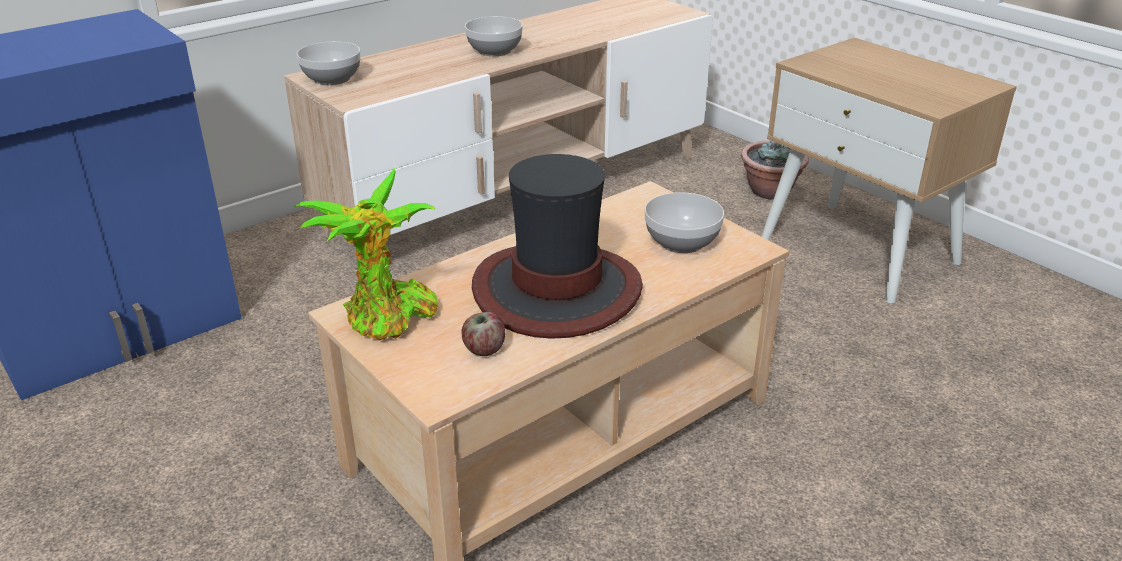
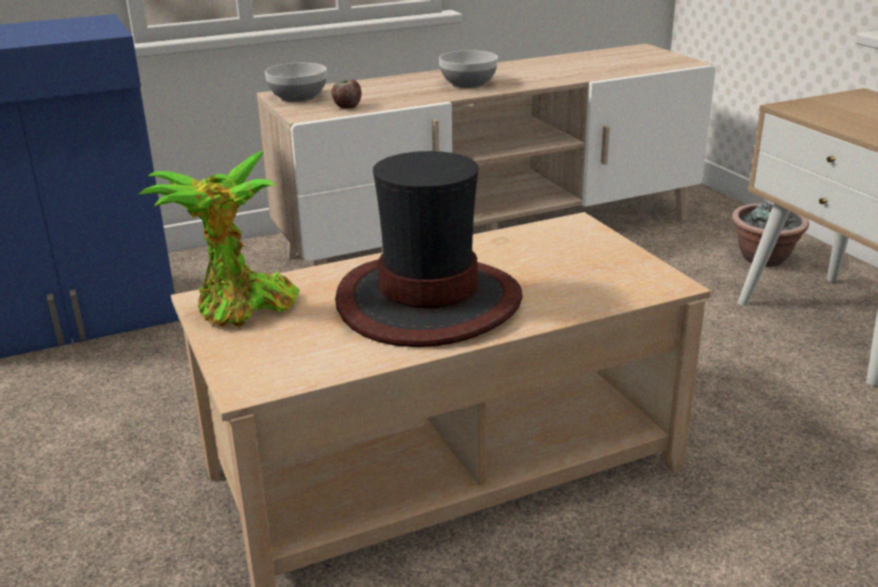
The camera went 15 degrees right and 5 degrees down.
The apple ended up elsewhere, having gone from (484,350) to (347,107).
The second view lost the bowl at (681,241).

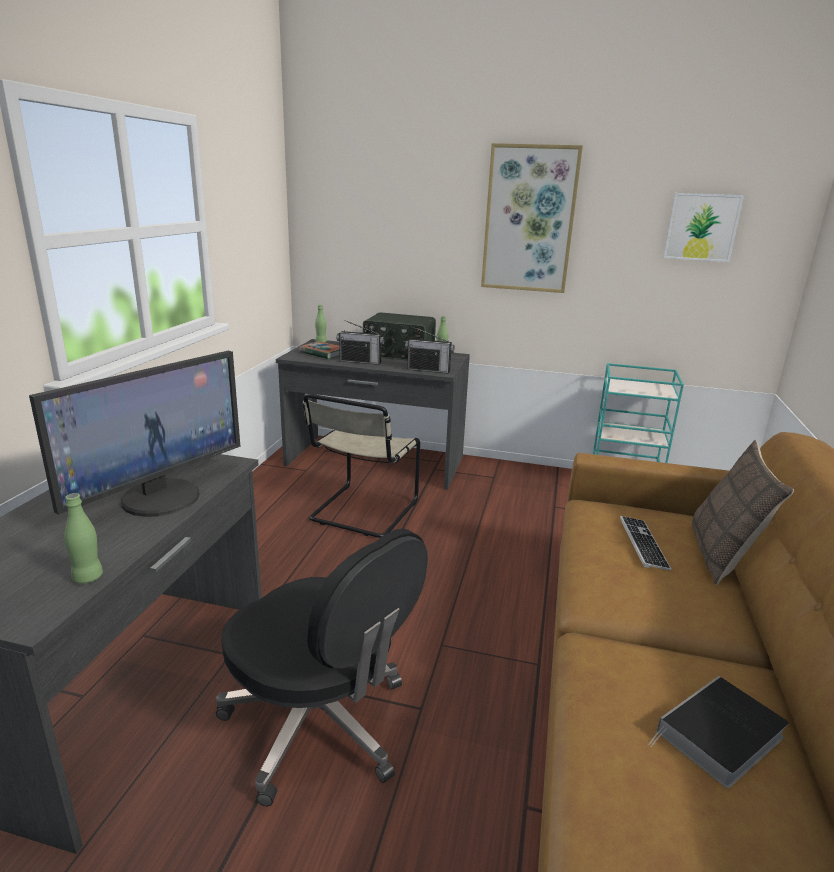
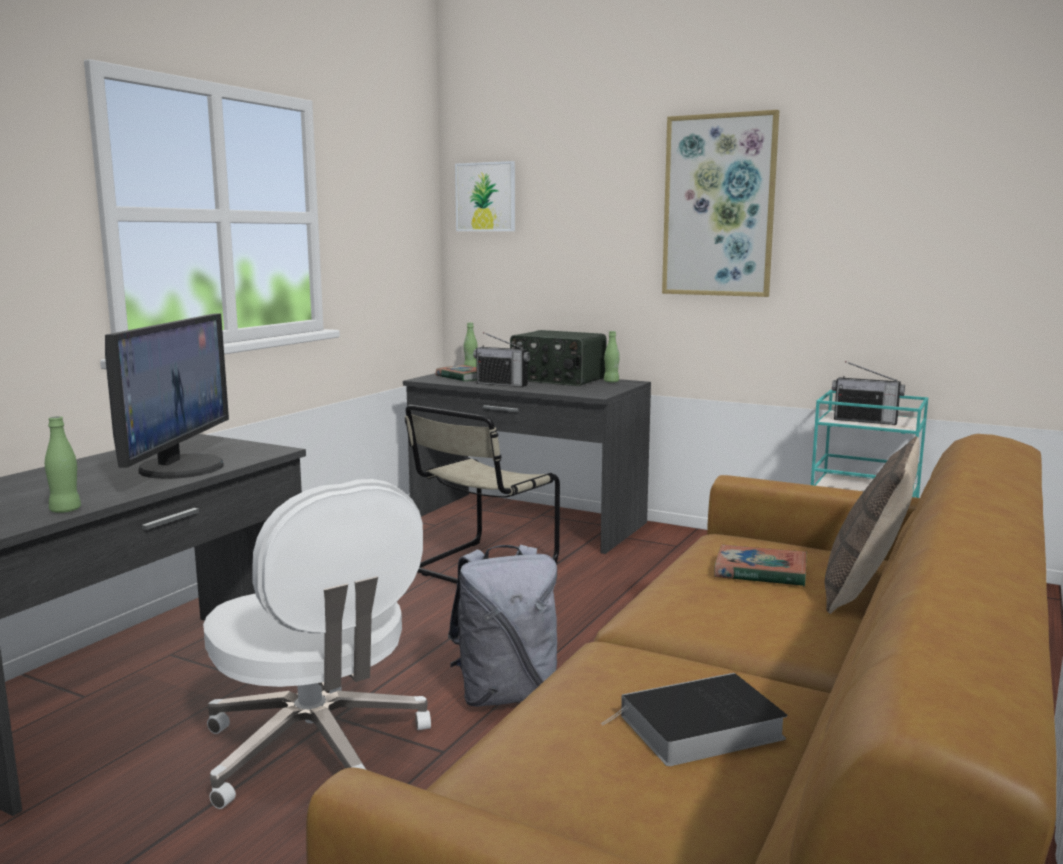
The camera went 15 degrees right and 10 degrees down.
The monitor at (160,497) ended up facing another way, 45 degrees counterclockwise from before.
What was the office chair (black) at (320,725) turned into the office chair (white) at (317,750).
The second view gained the backpack (grey) at (505,694).
The picture ended up elsewhere, having gone from (701,227) to (485,197).
Where the keyboard stood at (643,544), the book came to stand at (760,572).
The radio ended up elsewhere, having gone from (428,370) to (865,421).

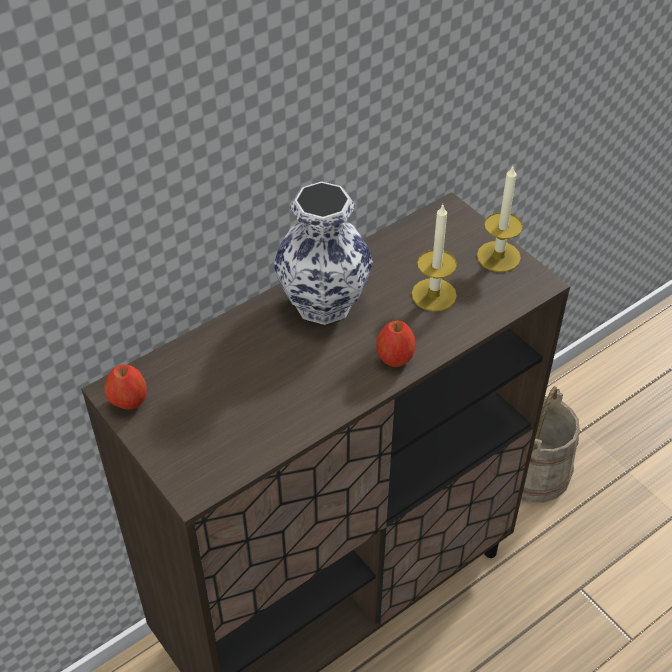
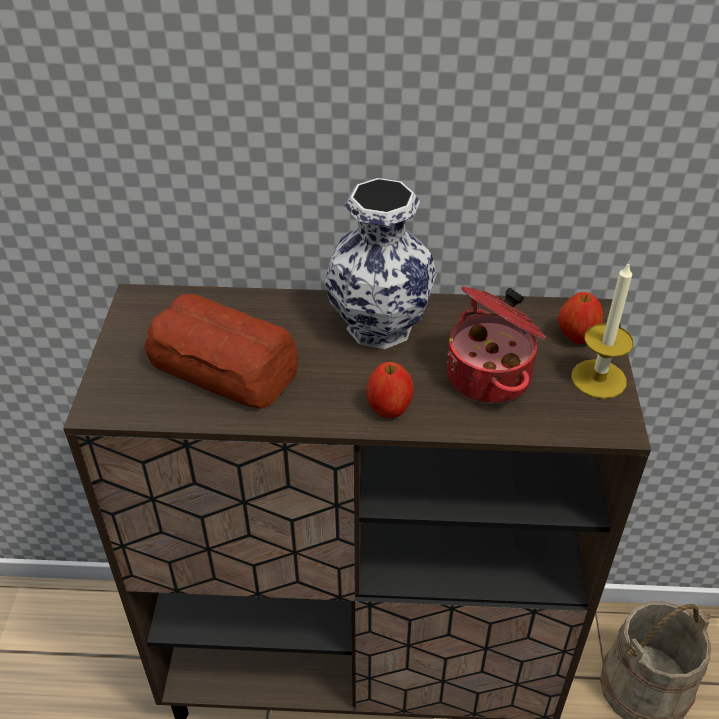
The camera went 40 degrees right and 5 degrees down.
The second view gained the bread at (224,367).
Where the candle stood at (434,295), the cooking pot came to stand at (491,376).
The apple ended up elsewhere, having gone from (128,402) to (576,337).

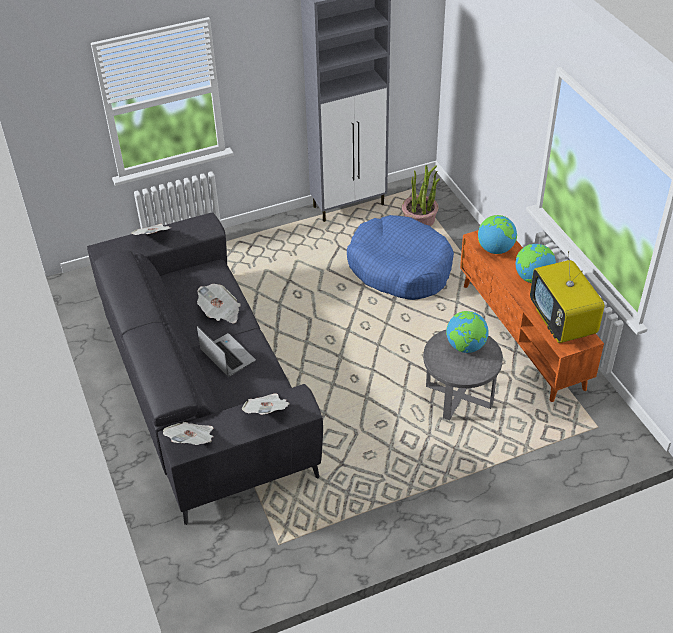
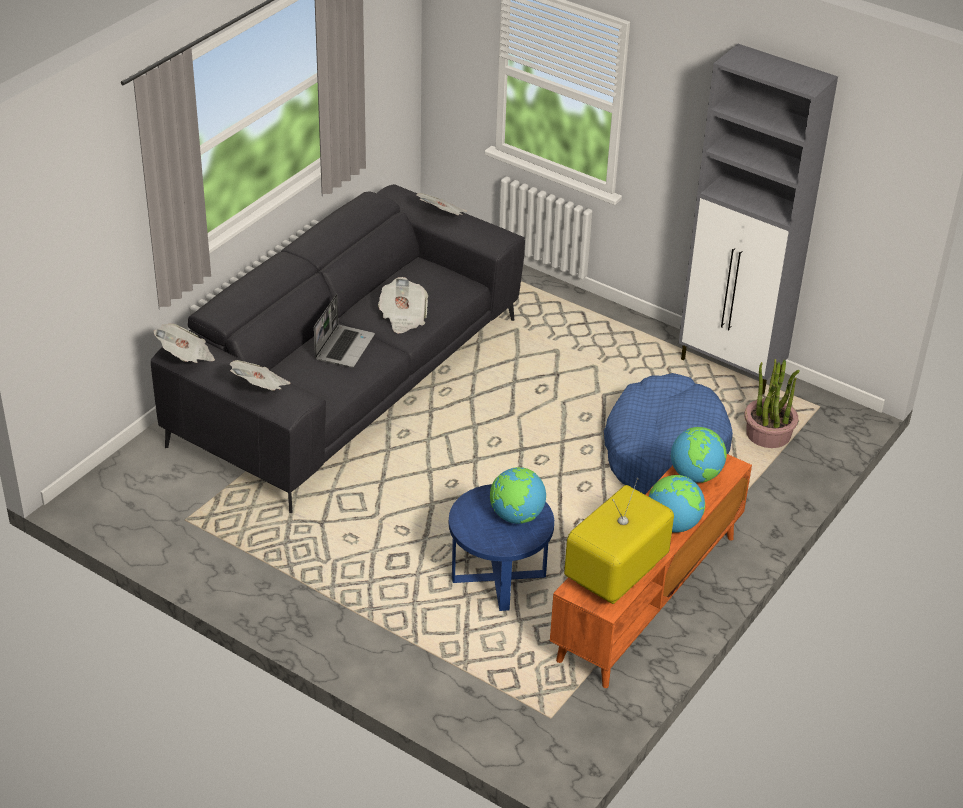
The camera went 55 degrees right and 5 degrees down.
What was the side table (grey) at (459,395) turned into the side table (blue) at (498,577).

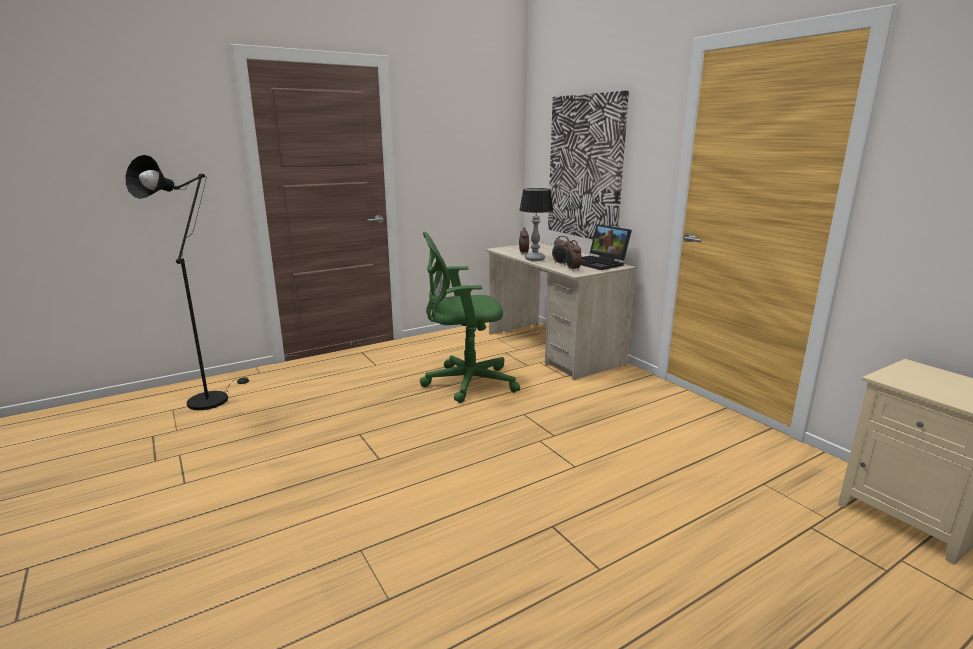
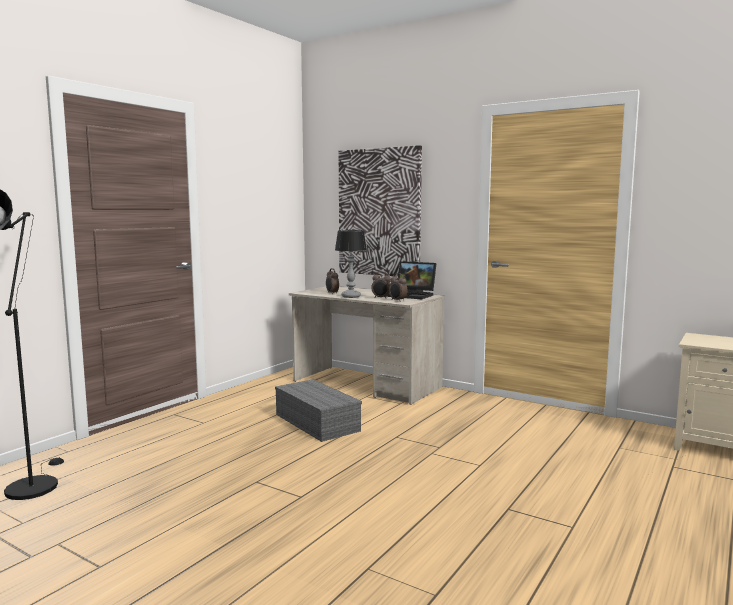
The camera went 25 degrees left and 10 degrees down.
Where the office chair (green) stood at (465,382), the storage box (grey) came to stand at (315,422).

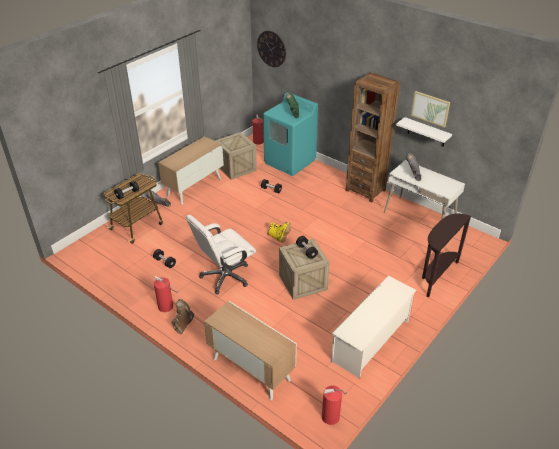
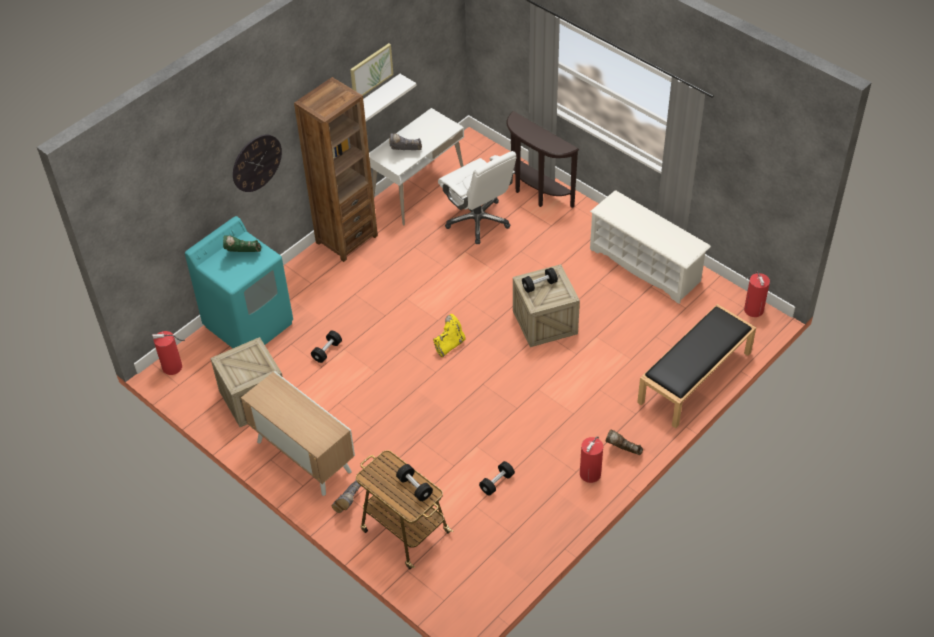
The camera went 85 degrees left and 10 degrees up.
The wall clock ended up elsewhere, having gone from (271,49) to (256,163).
The office chair (white) ended up elsewhere, having gone from (225,277) to (478,221).
Where the cabinet stood at (250,369), the bench (black) came to stand at (694,378).

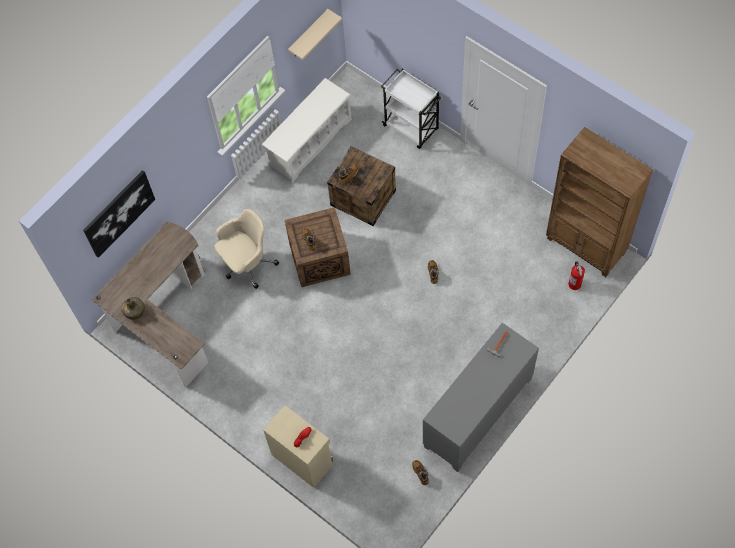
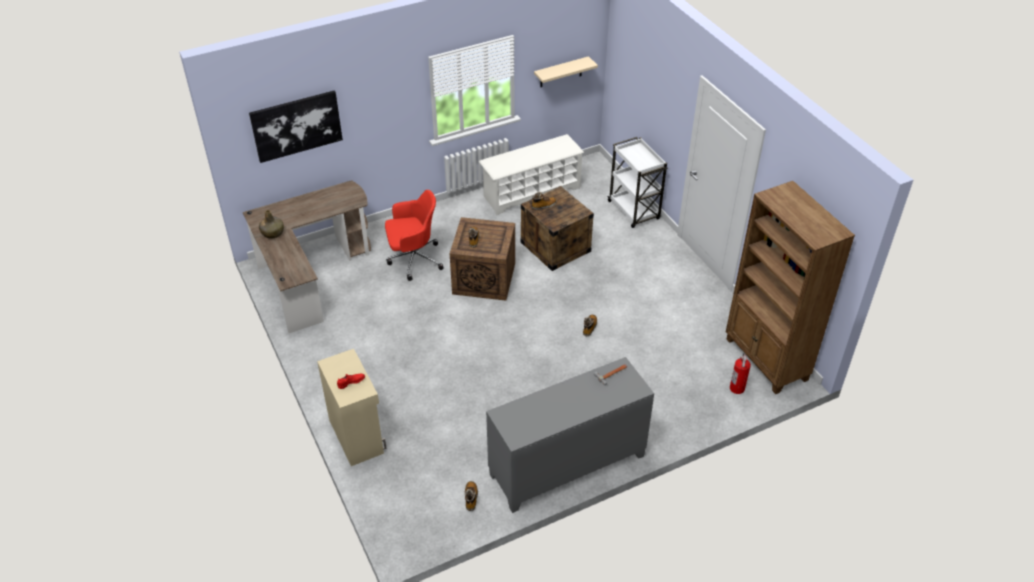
The camera went 20 degrees right and 20 degrees down.
What was the office chair (beige) at (247,263) turned into the office chair (red) at (413,259).

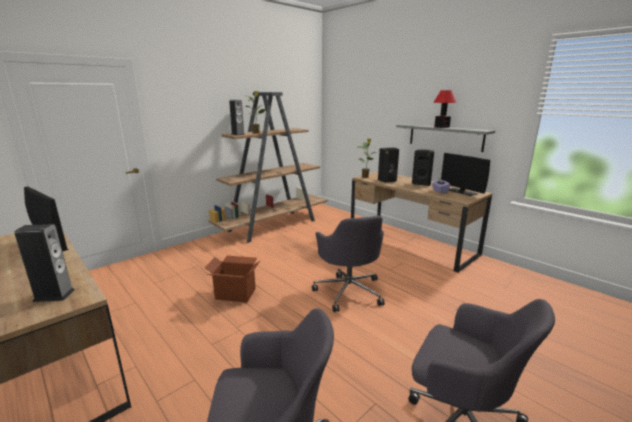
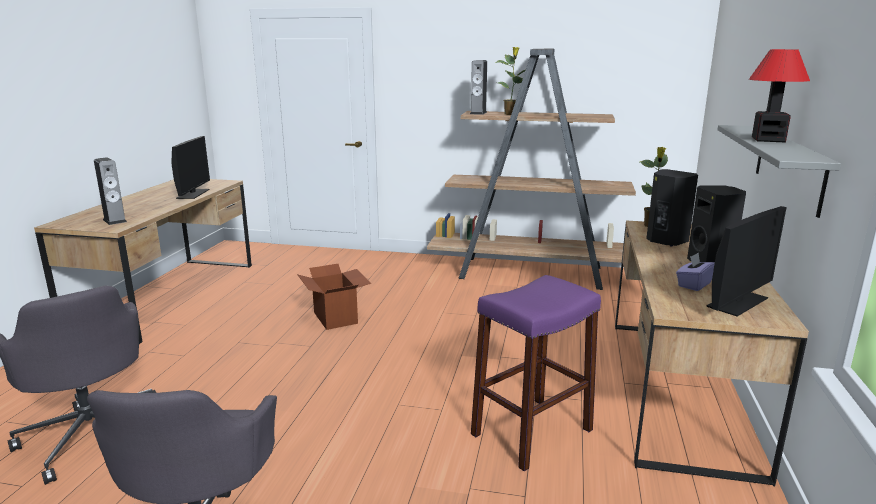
The camera went 55 degrees right and 0 degrees up.
The second view gained the stool (purple) at (532,432).
The monitor at (462,192) ended up facing another way, 150 degrees counterclockwise from before.
The second view lost the office chair (grey) at (349,291).

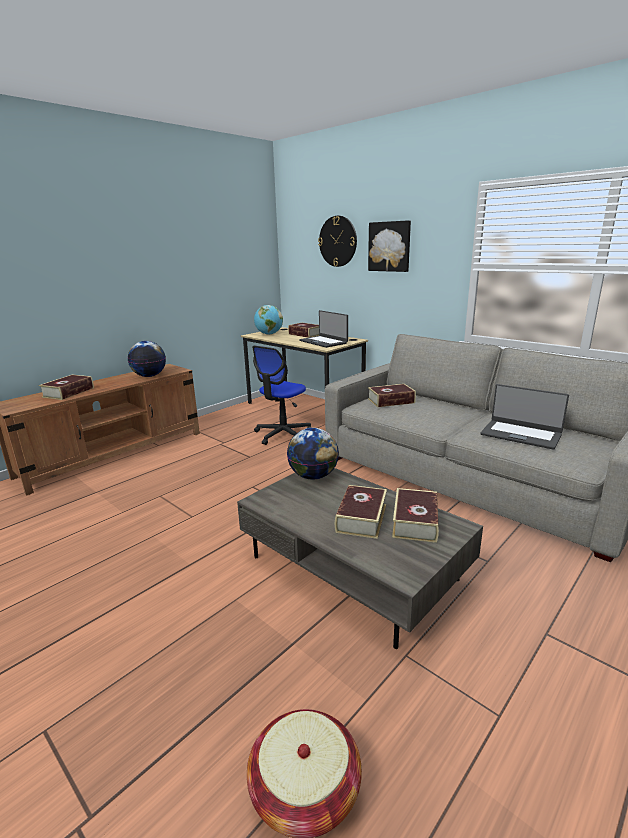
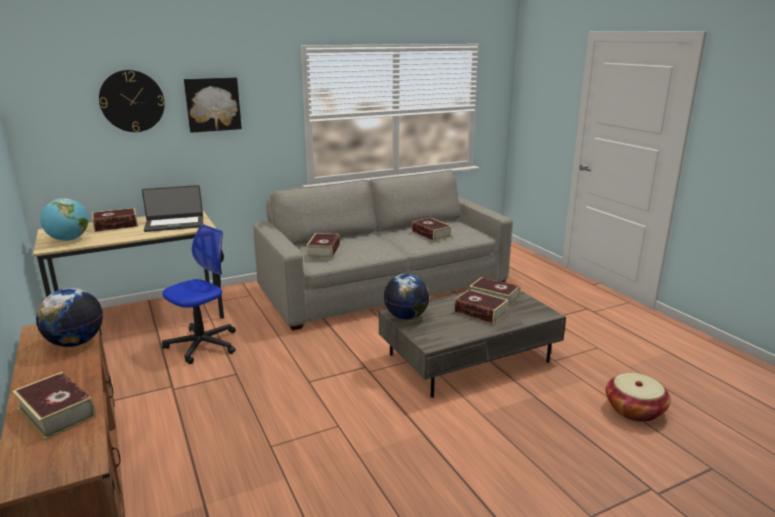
The camera went 70 degrees left and 0 degrees up.
The office chair at (282,434) ended up facing another way, 105 degrees counterclockwise from before.
Where the laptop stood at (521,434), the book came to stand at (431,234).

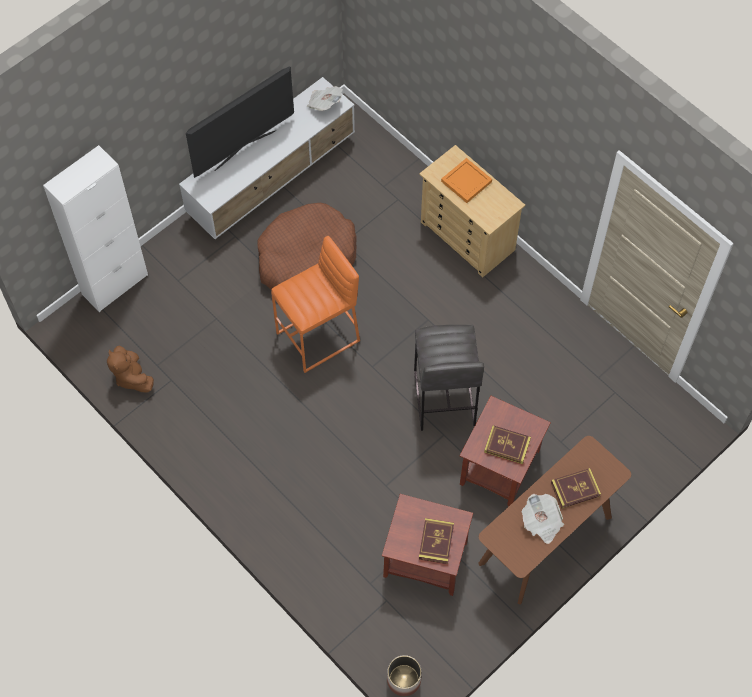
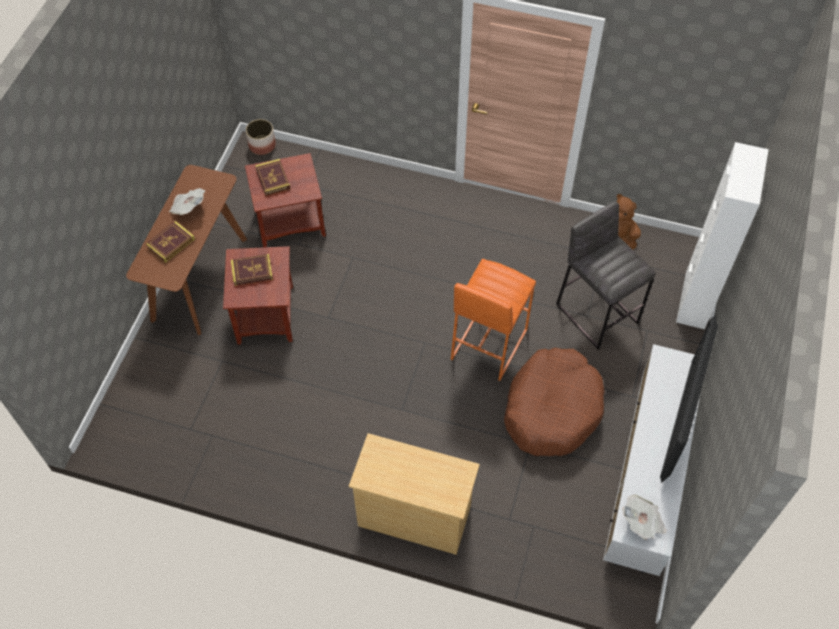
The camera went 150 degrees right and 5 degrees down.
The stool (grey) ended up elsewhere, having gone from (443,398) to (597,312).
The second view lost the tray (orange) at (467,181).

